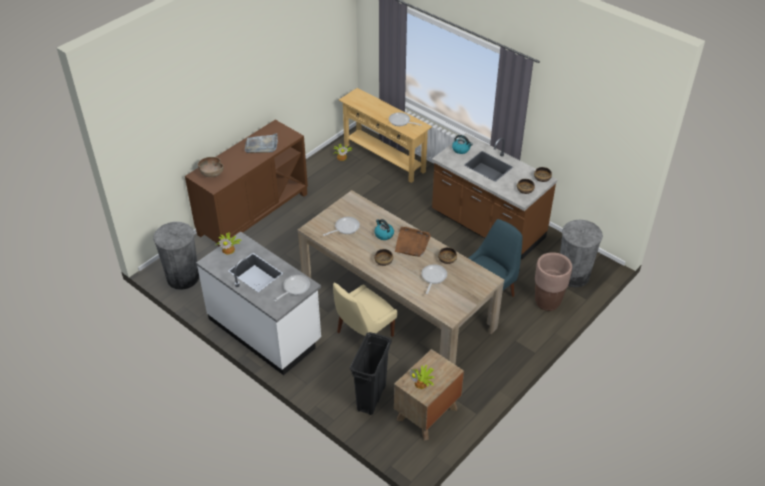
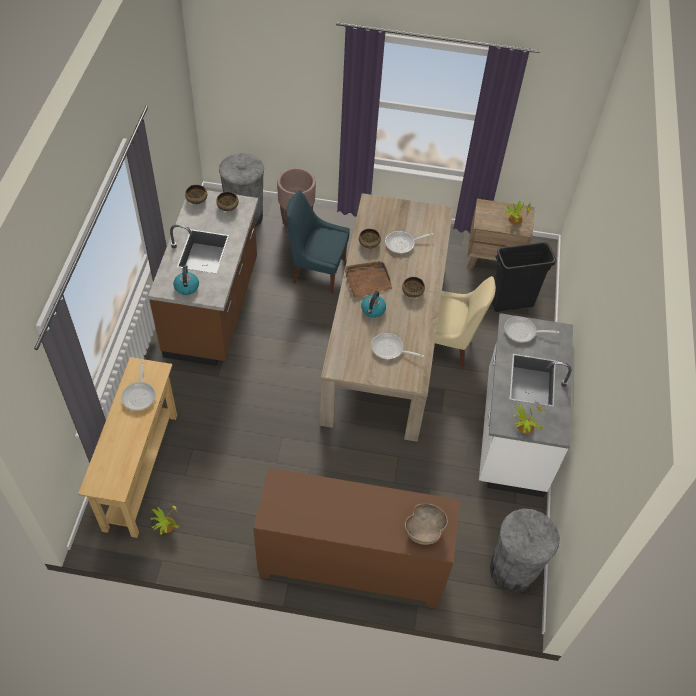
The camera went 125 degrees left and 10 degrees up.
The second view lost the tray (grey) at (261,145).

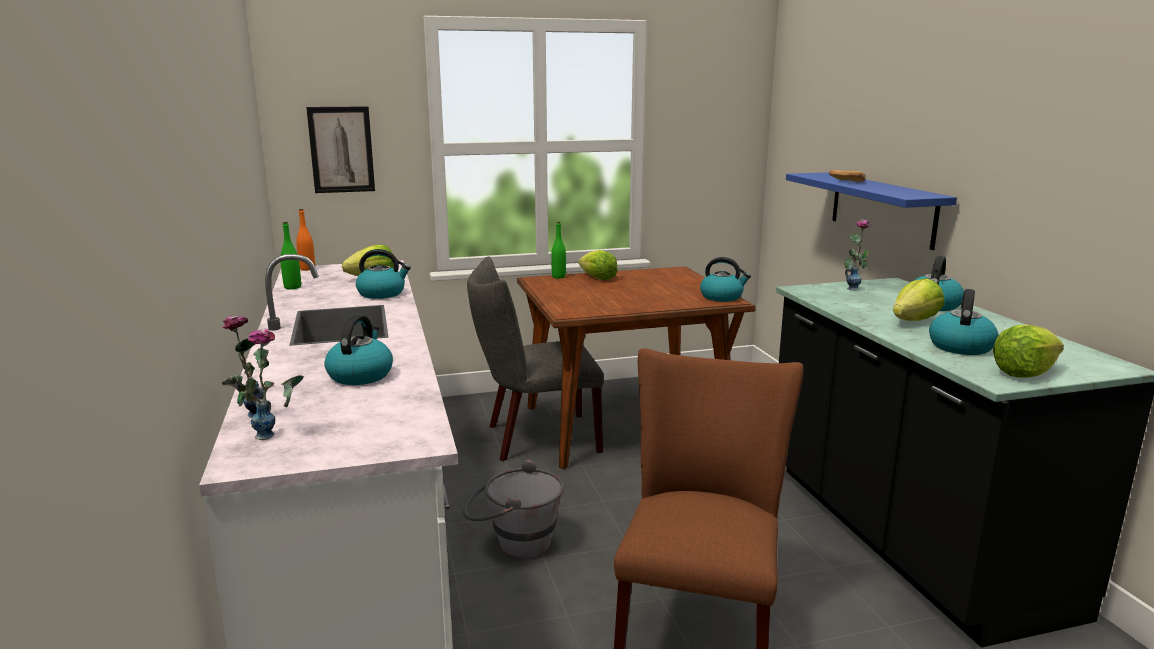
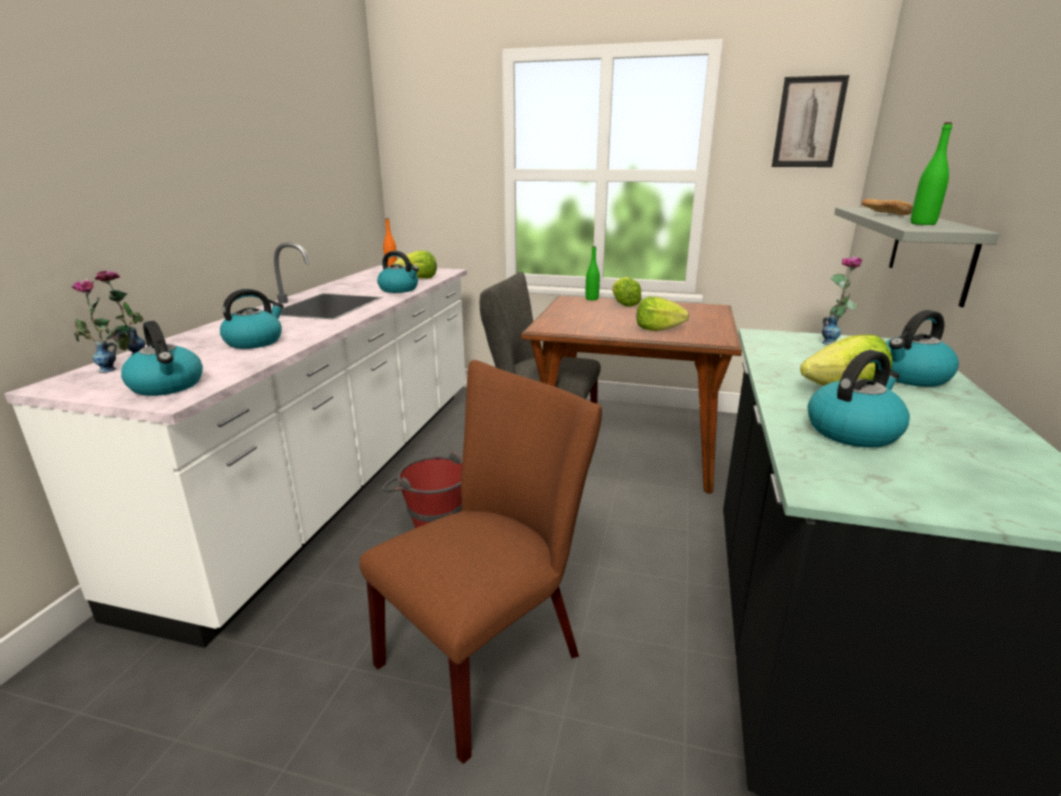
The camera went 30 degrees right and 5 degrees up.
The kettle ended up elsewhere, having gone from (722,297) to (167,386).
What was the bucket (grey) at (513,543) turned into the bucket (red) at (429,519).
The lettuce ended up elsewhere, having gone from (1024,373) to (657,329).
The picture ended up elsewhere, having gone from (341,149) to (808,122).
What was the shelf (blue) at (882,208) turned into the shelf (grey) at (929,251).
The bottle (green) ended up elsewhere, having gone from (292,287) to (922,224).

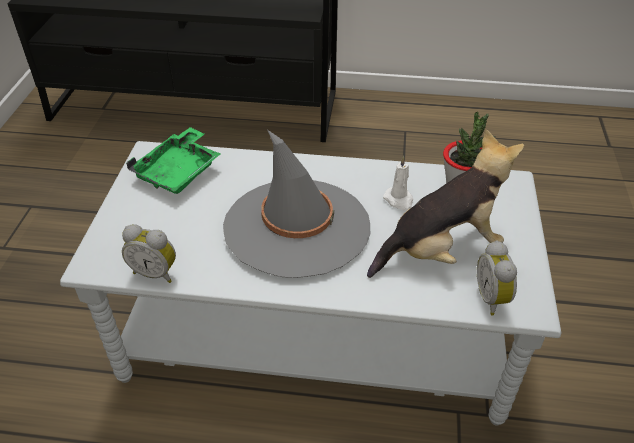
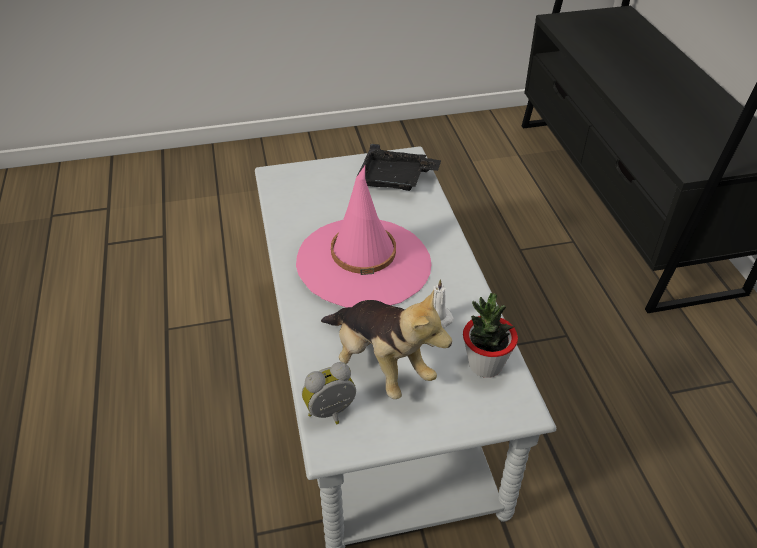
The camera went 70 degrees right and 0 degrees up.
What was the hat (grey) at (297,226) turned into the hat (pink) at (364,263).
What was the tray (green) at (179,171) turned into the tray (black) at (395,179).
The second view lost the alarm clock at (156,272).

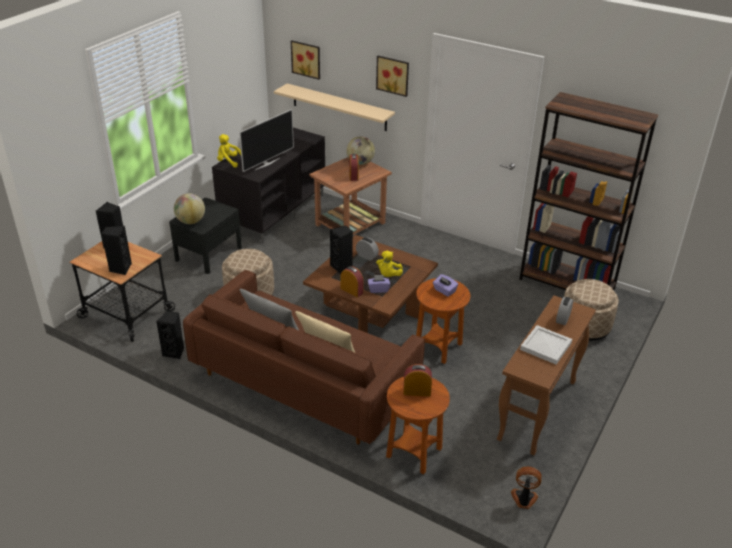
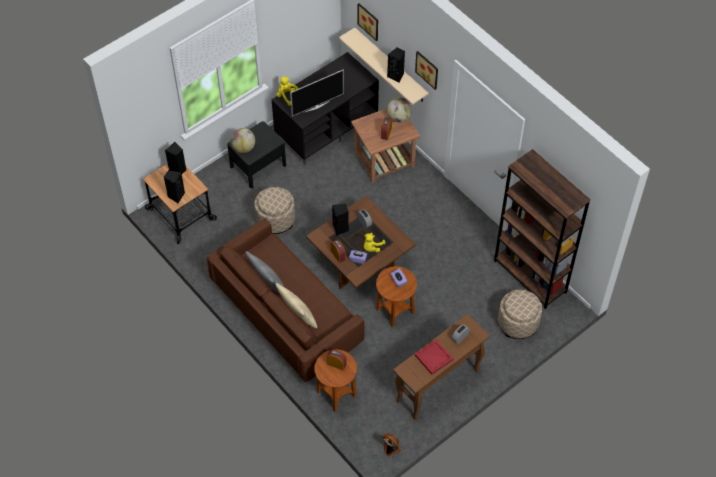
The camera went 20 degrees right and 20 degrees up.
The speaker (black) ended up elsewhere, having gone from (175,352) to (396,76).
What was the tray (white) at (545,346) turned into the tray (red) at (433,357).

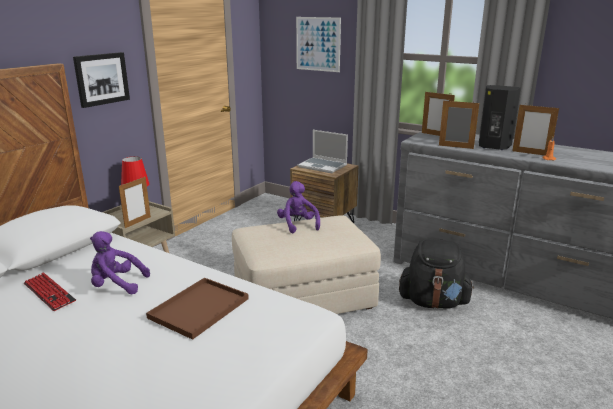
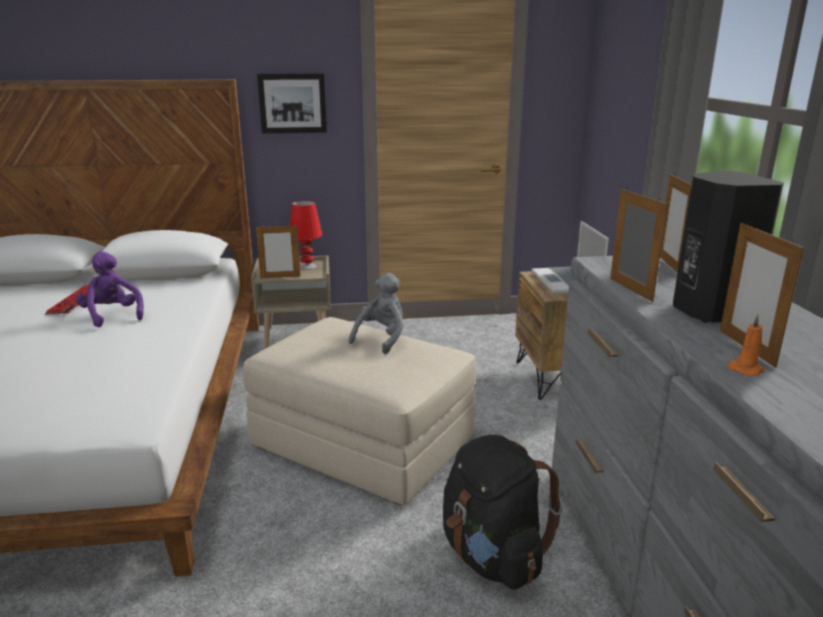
The camera went 50 degrees right and 0 degrees up.
What was the plush toy (purple) at (298,225) turned into the plush toy (grey) at (382,338).
The second view lost the tray (brown) at (198,309).
The second view lost the picture at (318,44).

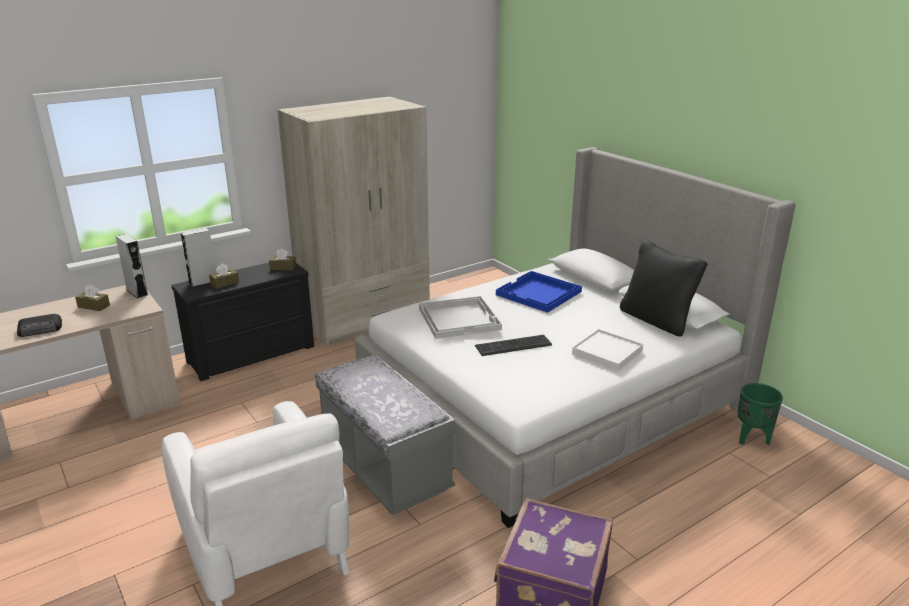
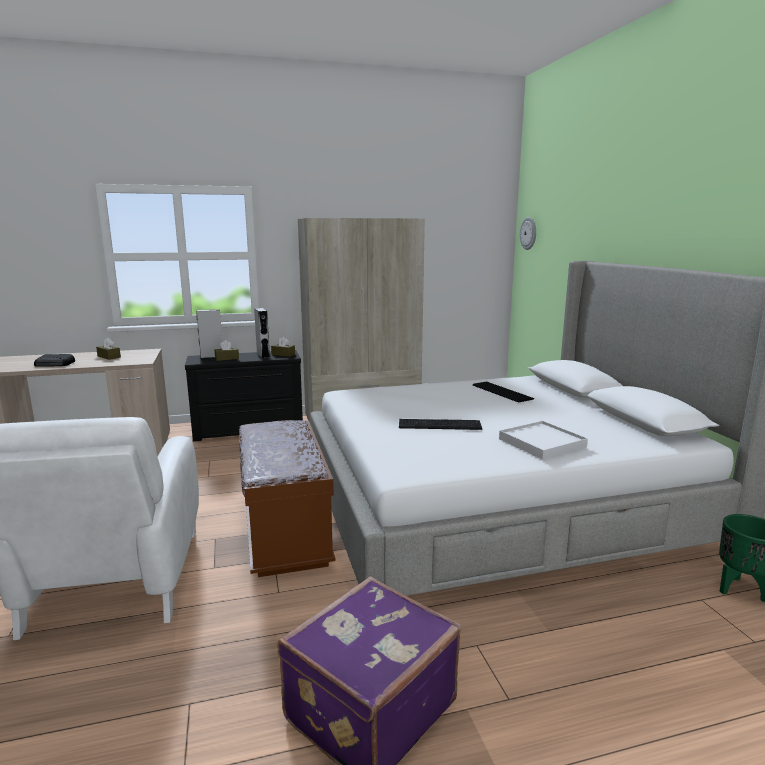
The camera went 20 degrees right and 10 degrees down.
What was the bench (grey) at (385,468) turned into the bench (brown) at (286,533).
The speaker (grey) ended up elsewhere, having gone from (137,292) to (263,355).
Where the tray (blue) stood at (539,293), the keyboard came to stand at (501,392).
The second view gained the wall clock at (528,233).
The second view lost the tray (white) at (459,318).
The second view lost the pillow (black) at (656,320).

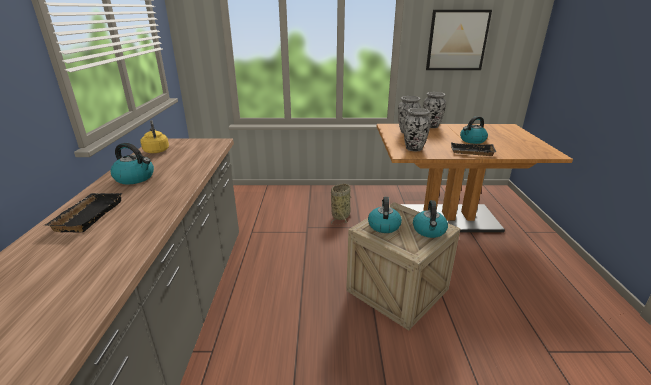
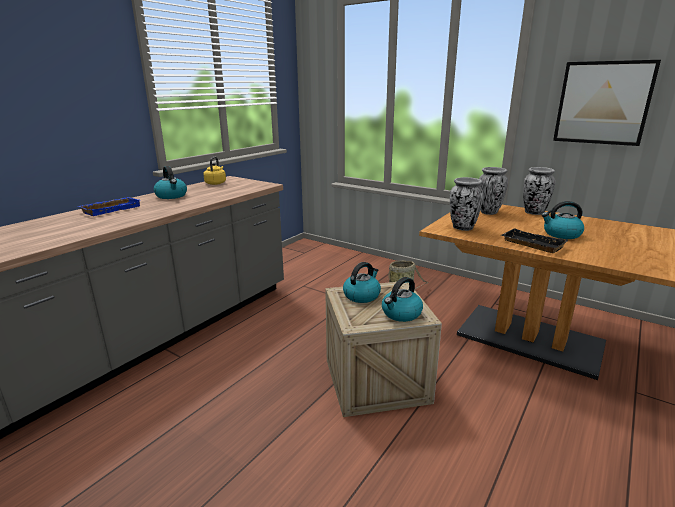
The camera went 35 degrees right and 5 degrees down.
What was the tray (black) at (87,215) turned into the tray (blue) at (111,209).

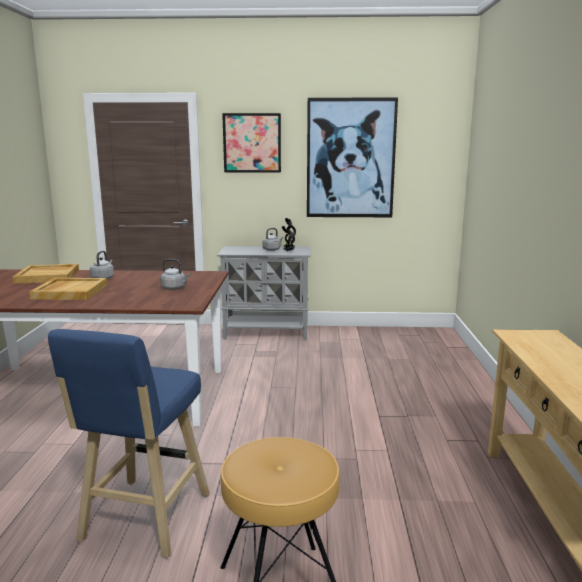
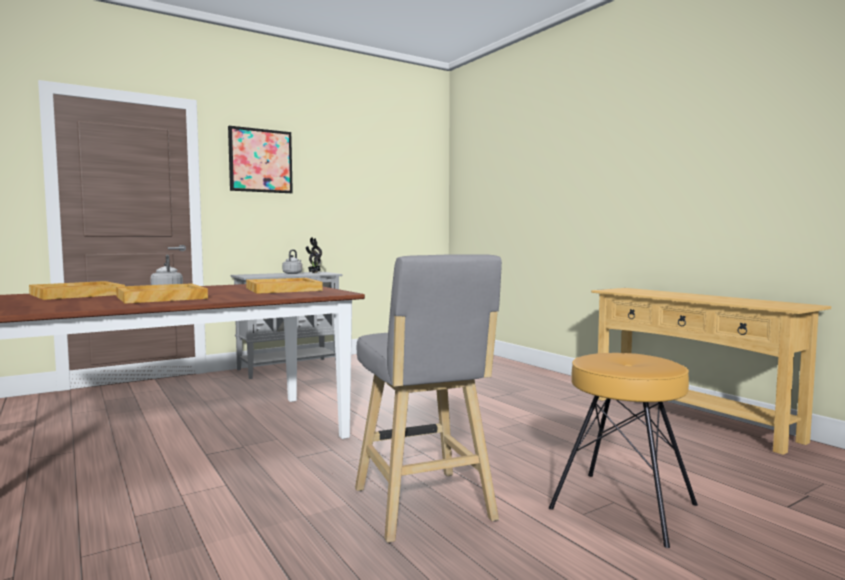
The camera went 35 degrees left and 10 degrees down.
Where the kettle (grey) stood at (175,288), the tray (beige) came to stand at (284,289).
What was the stool (blue) at (143,520) turned into the stool (grey) at (424,508).
The second view lost the picture at (350,159).

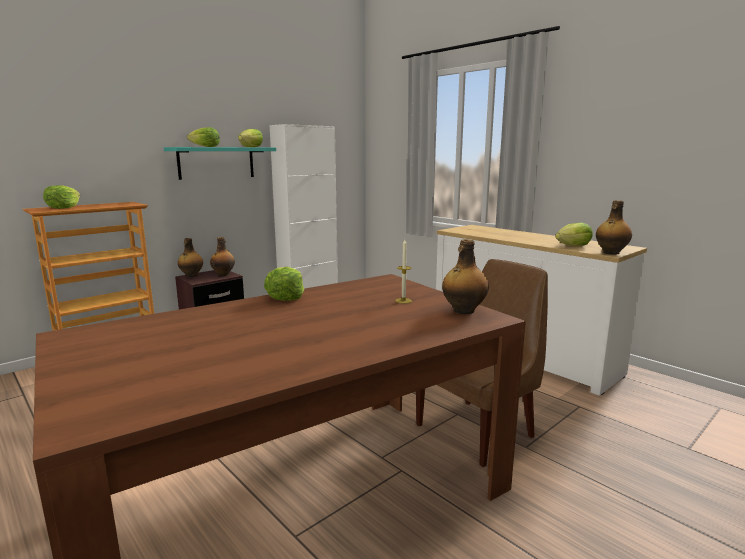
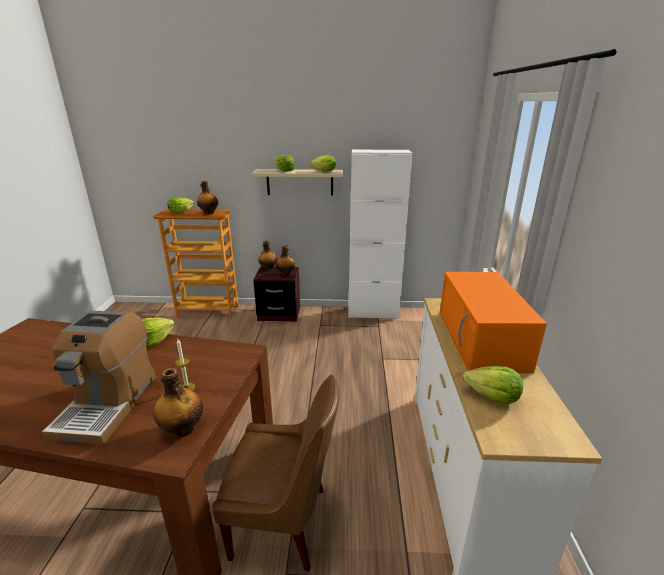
The camera went 45 degrees right and 10 degrees up.
The second view gained the coffee machine at (108,404).
The bottle ended up elsewhere, having gone from (610,253) to (209,213).
What was the shelf (turquoise) at (216,163) turned into the shelf (beige) at (299,182).
The second view gained the microwave (orange) at (482,340).

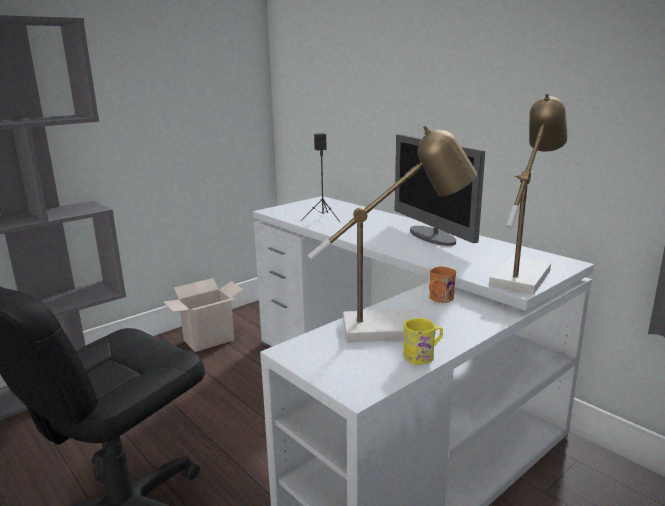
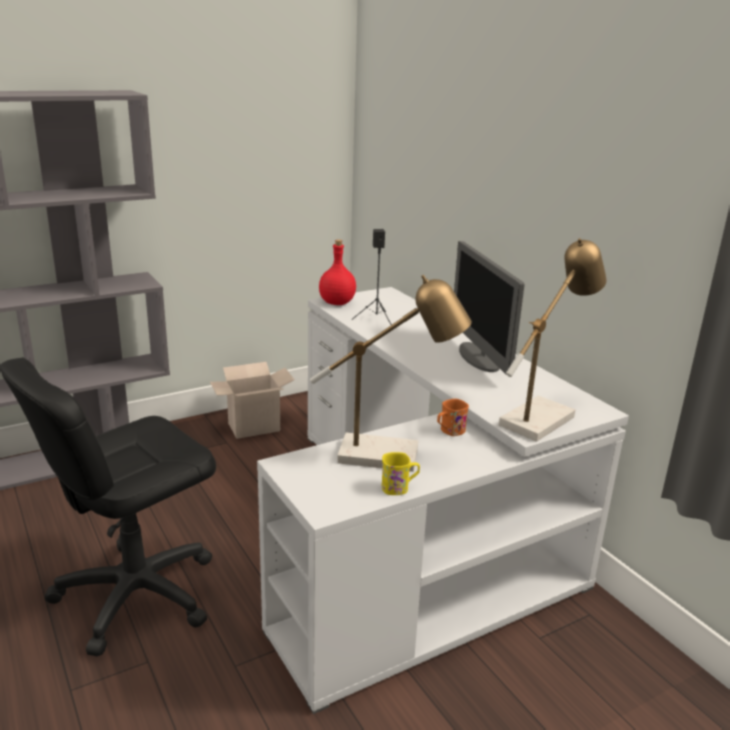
The camera went 10 degrees right and 5 degrees up.
The second view gained the bottle (red) at (337,303).

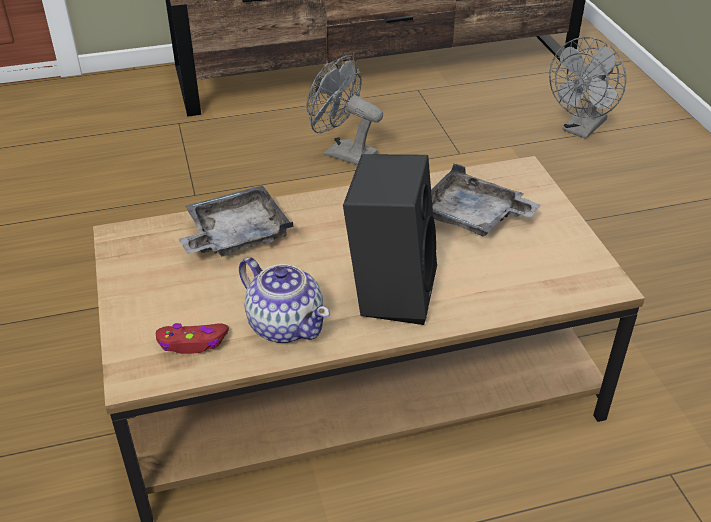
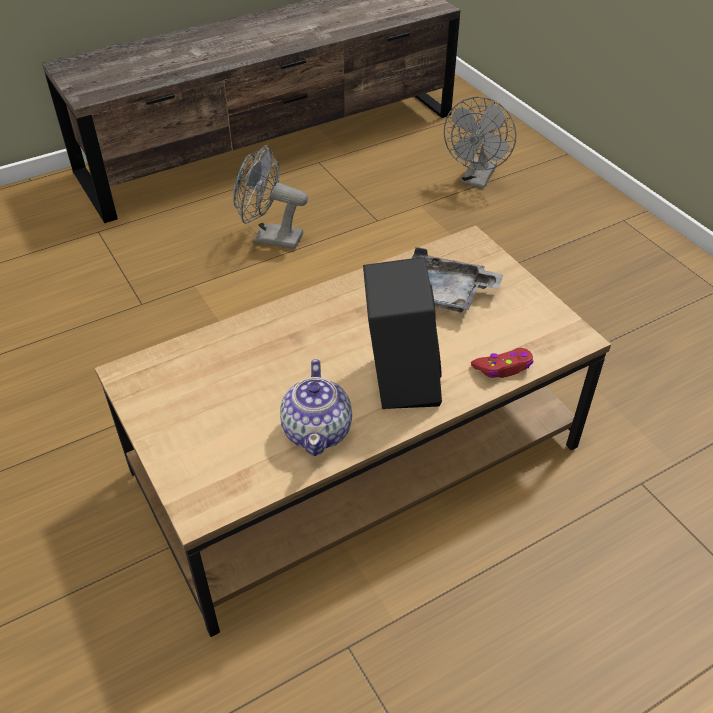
The camera went 15 degrees left and 5 degrees up.
The teapot at (285,324) ended up facing another way, 60 degrees clockwise from before.
The game controller (red) ended up elsewhere, having gone from (192,343) to (503,367).
The second view lost the tray (grey) at (236,235).

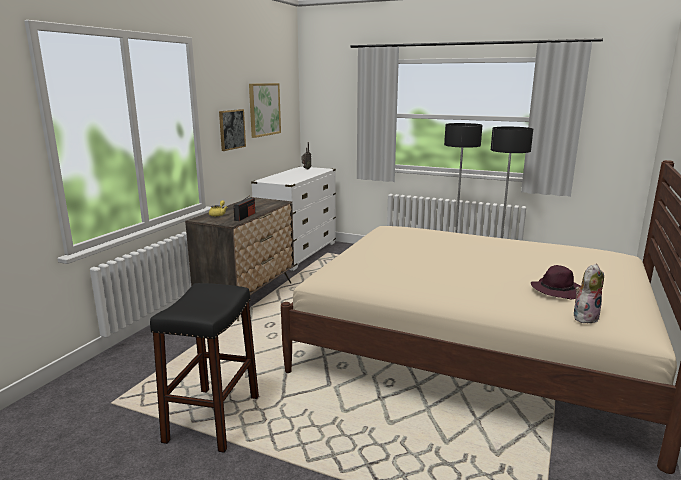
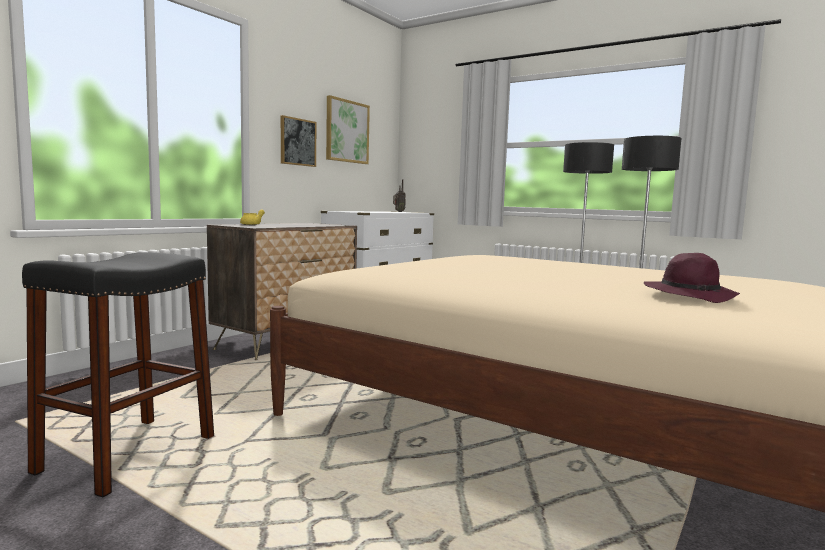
The camera went 10 degrees right and 10 degrees down.
The second view lost the radio at (245,216).
The second view lost the plush toy at (585,317).

